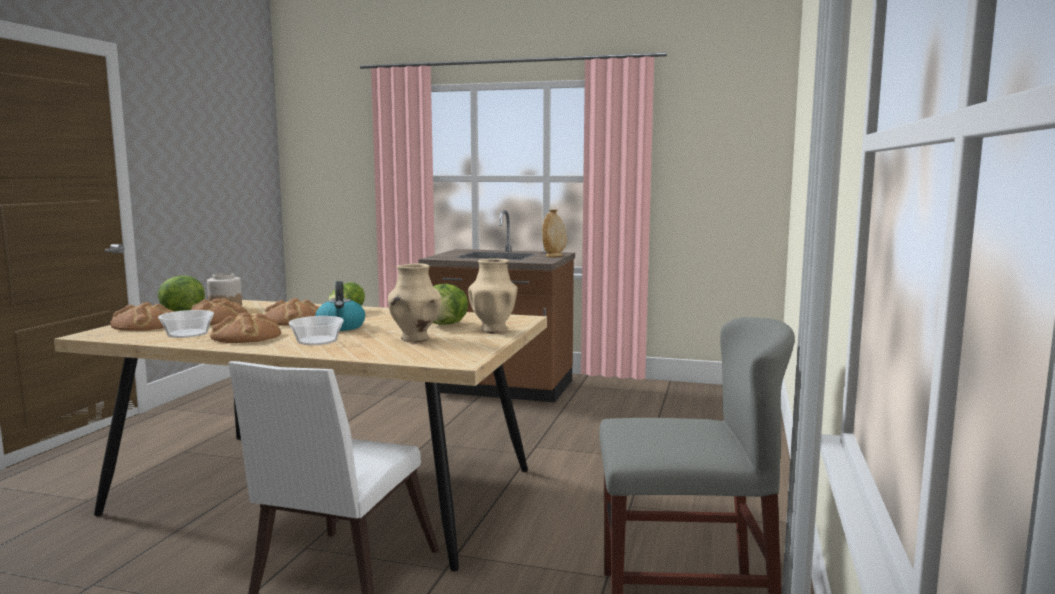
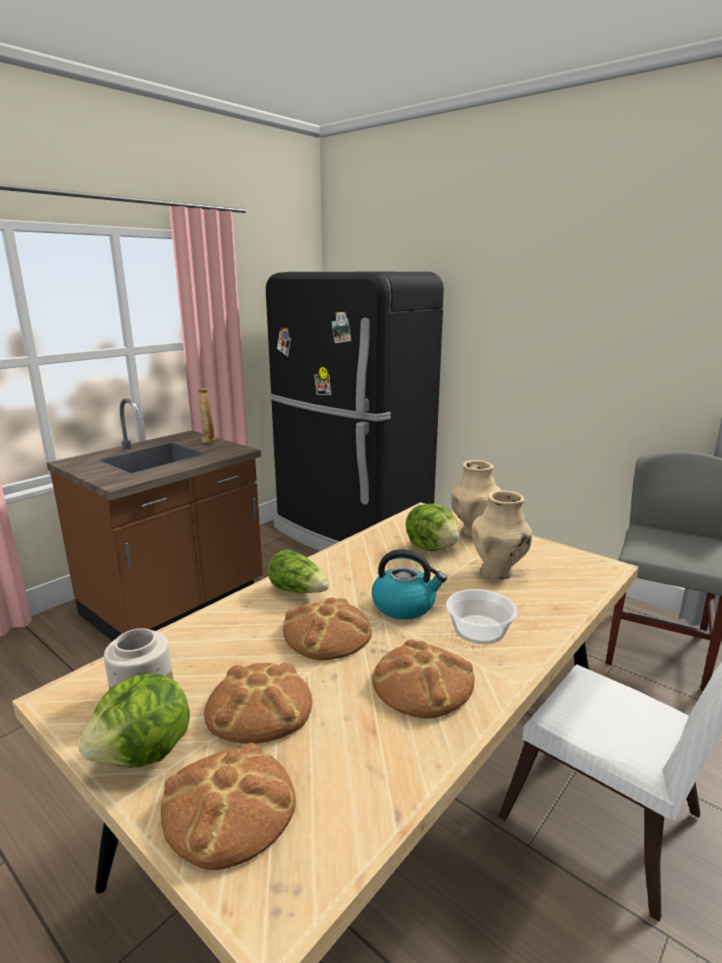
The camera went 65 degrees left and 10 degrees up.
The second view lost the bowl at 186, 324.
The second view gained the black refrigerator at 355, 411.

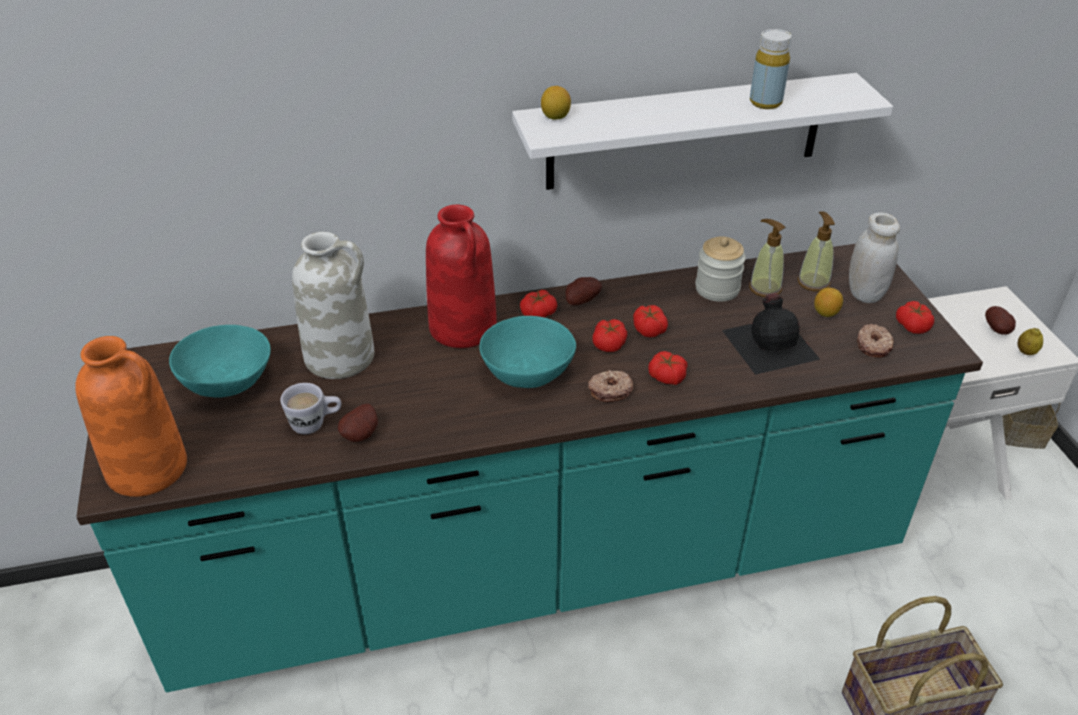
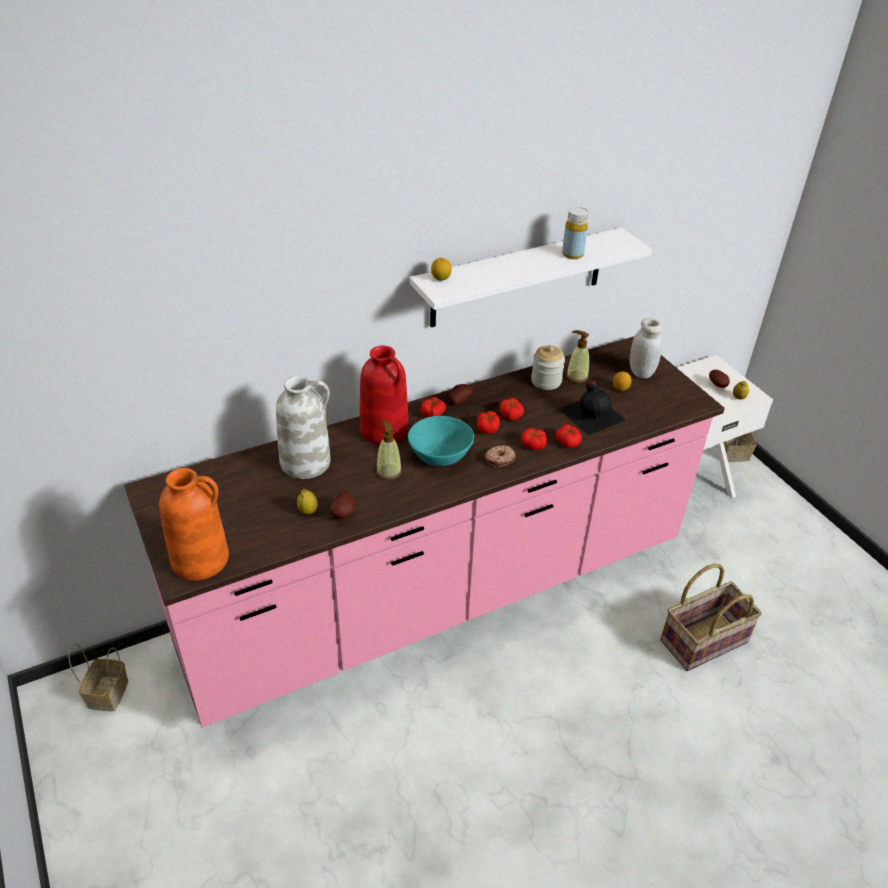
The camera went 15 degrees left and 0 degrees up.
The liquid soap bottle ended up elsewhere, having gone from 816, 251 to 389, 449.
What was the turquoise kitchen counter at 529, 468 turned into the pinkish kitchen counter at 424, 532.
The whole tomato ended up elsewhere, having gone from 915, 317 to 568, 436.
The second view lost the donut at 875, 341.
The second view lost the turquoise bowl at 220, 361.
Where the whitish coffee mug stood at 310, 408, the lemon came to stand at 307, 501.
The second view gained the household basket at 98, 677.

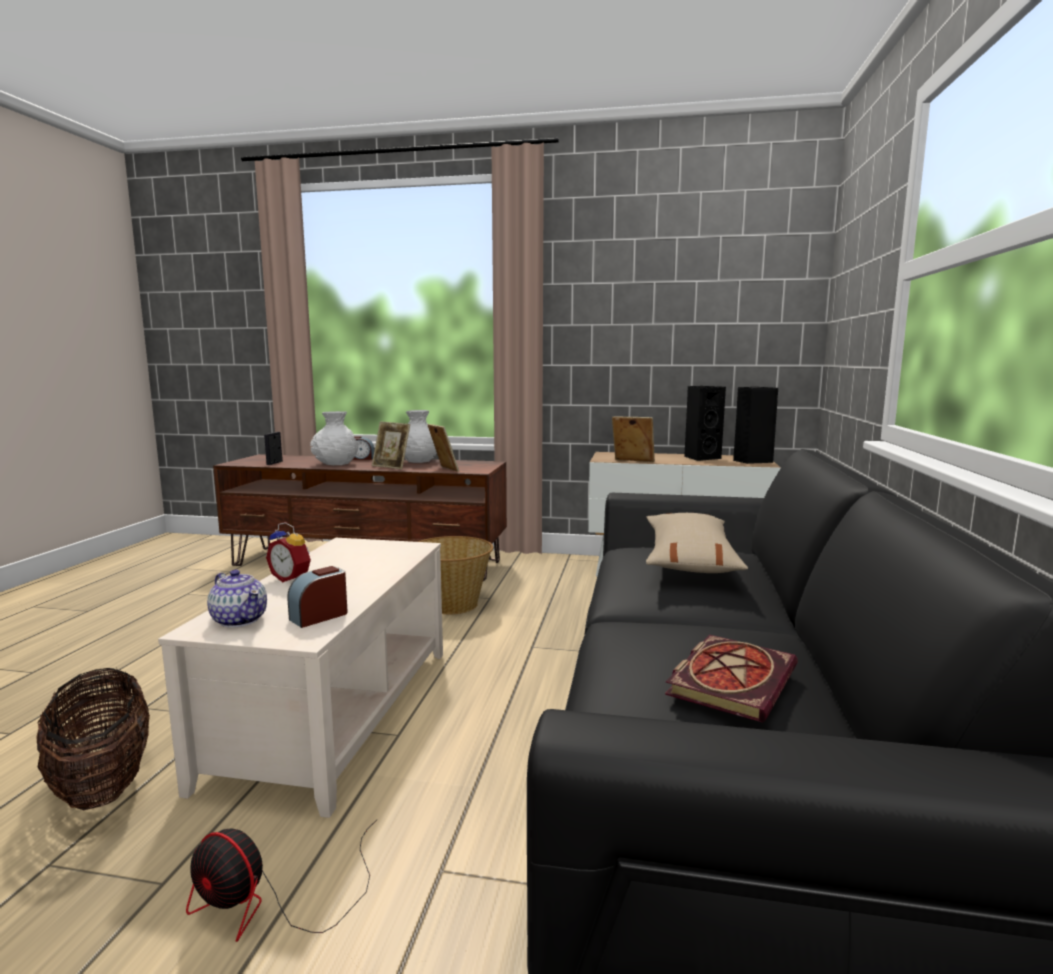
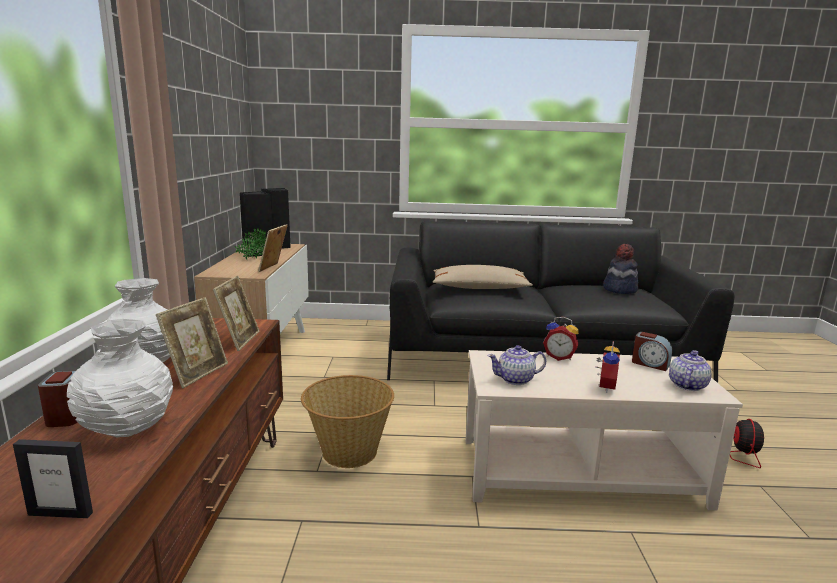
The camera went 100 degrees left and 5 degrees up.
The picture frame at 443, 448 ended up facing another way, 135 degrees clockwise from before.
Where the bound book stood at 731, 678, the clothing hat came to stand at 621, 269.
The second view lost the household basket at 93, 738.
The second view gained the plant in a pot at 250, 243.
The second view gained the table clock at 561, 339.
The second view gained the tea pot at 517, 365.

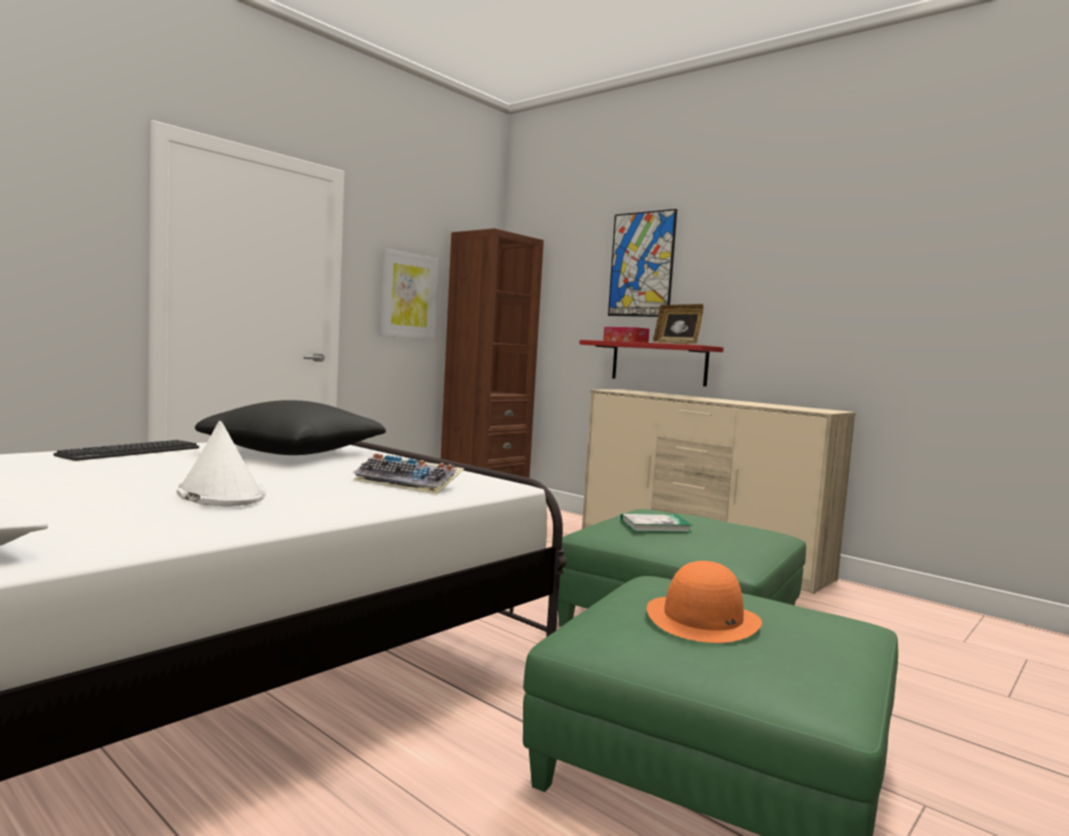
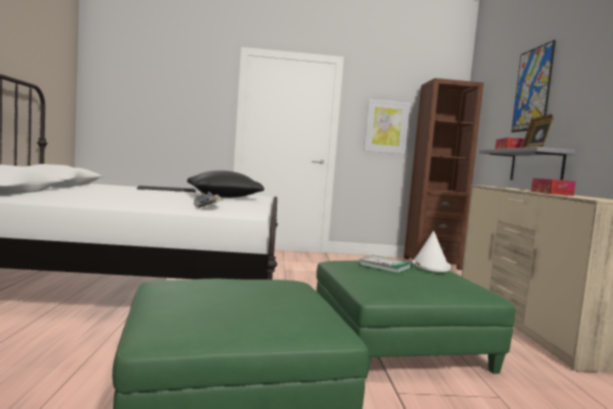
The camera went 45 degrees right and 0 degrees up.
What was the reddish wall shelf at 651, 363 turned into the grey wall shelf at 527, 163.
The whitish clothing hat ended up elsewhere, having gone from 221, 463 to 431, 251.
The second view lost the orange-coloured clothing hat at 704, 602.
The second view gained the box of tissues at 553, 187.

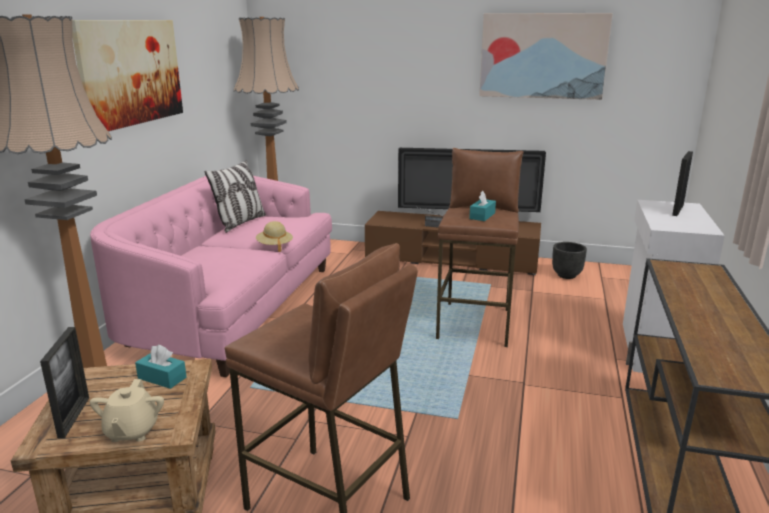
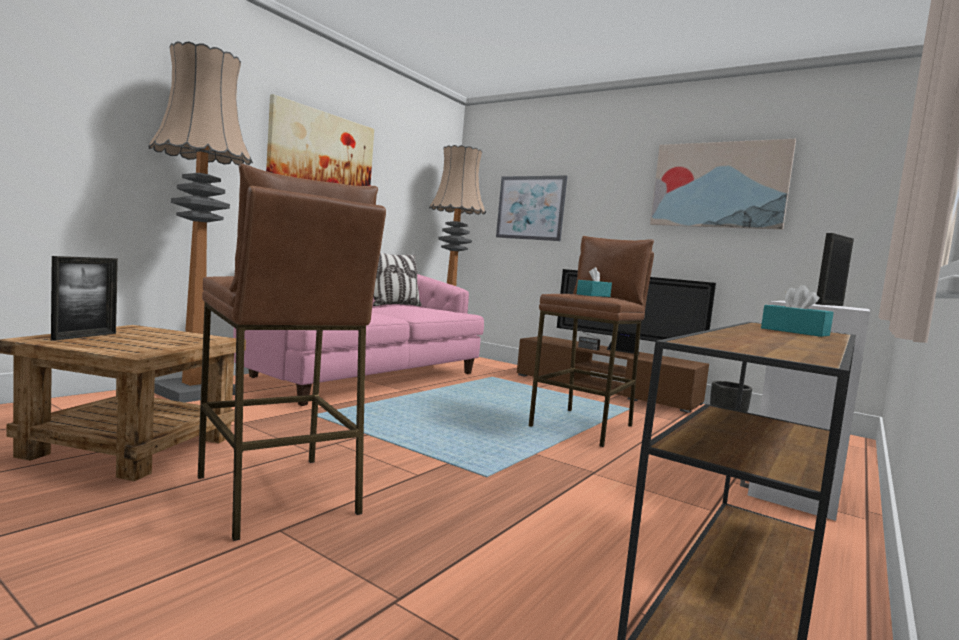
The camera went 20 degrees right and 15 degrees down.
The second view lost the beige-coloured clothing hat at 274, 236.
The turquoise box of tissues ended up elsewhere, having gone from 161, 367 to 797, 311.
The second view lost the beige-coloured tea pot at 127, 410.
The second view gained the wall picture at 531, 208.

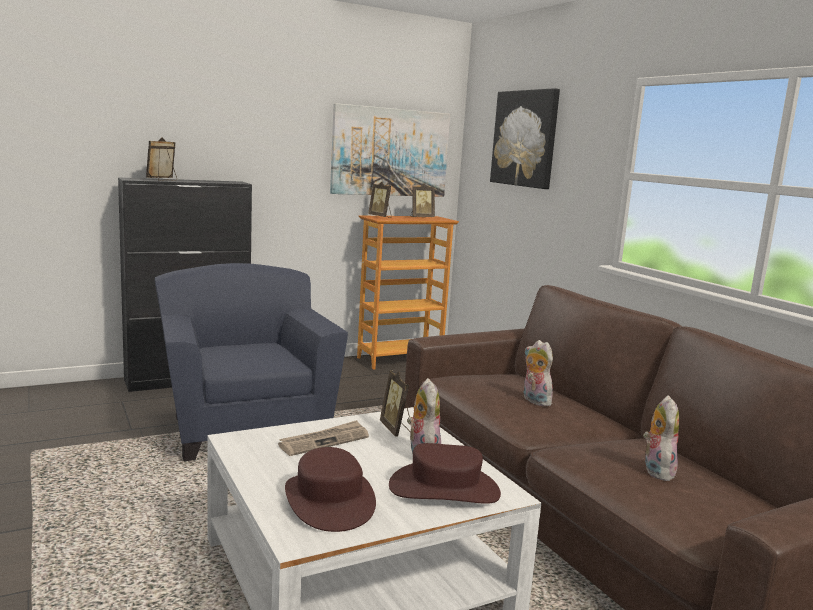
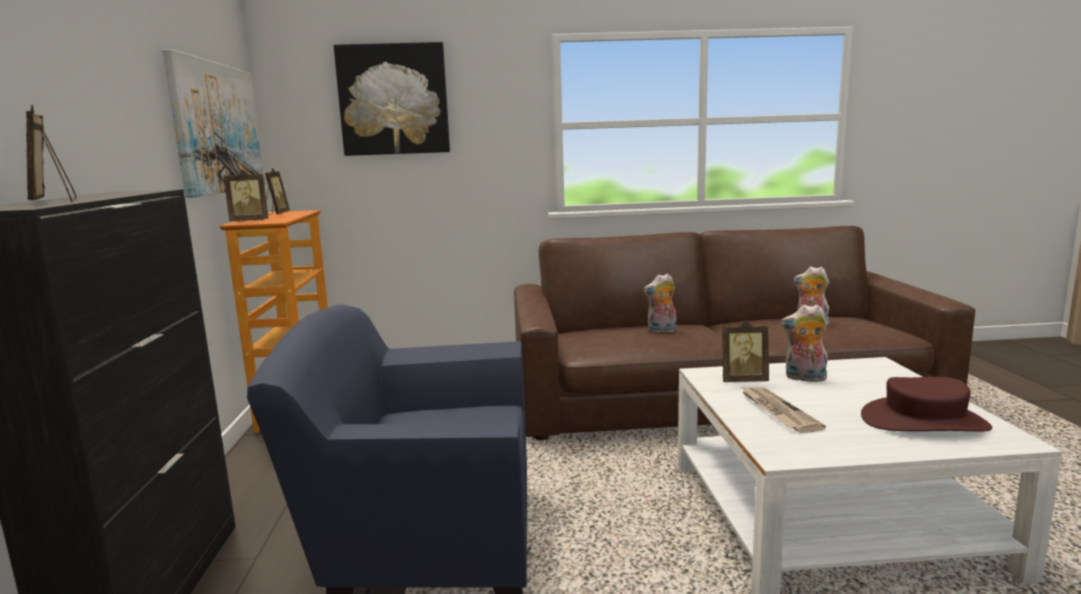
The camera went 65 degrees left and 0 degrees up.
The second view lost the brown-coloured clothing hat at 445, 473.

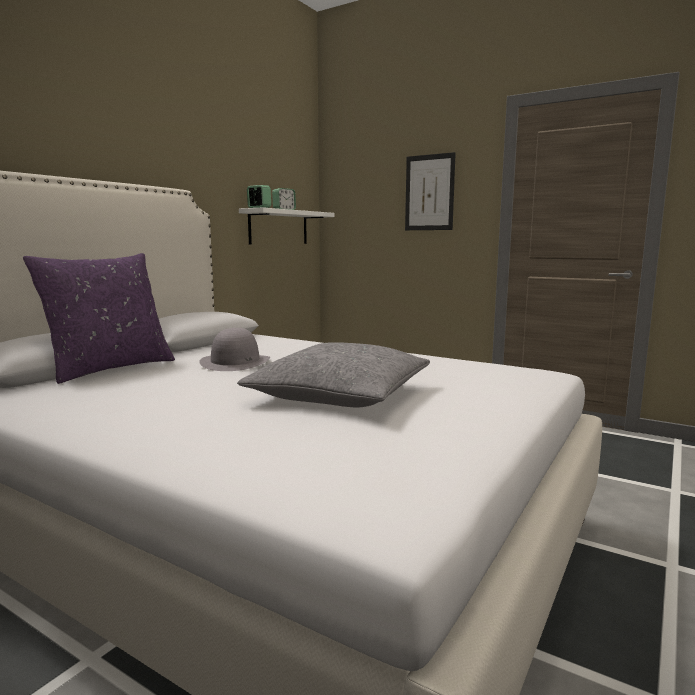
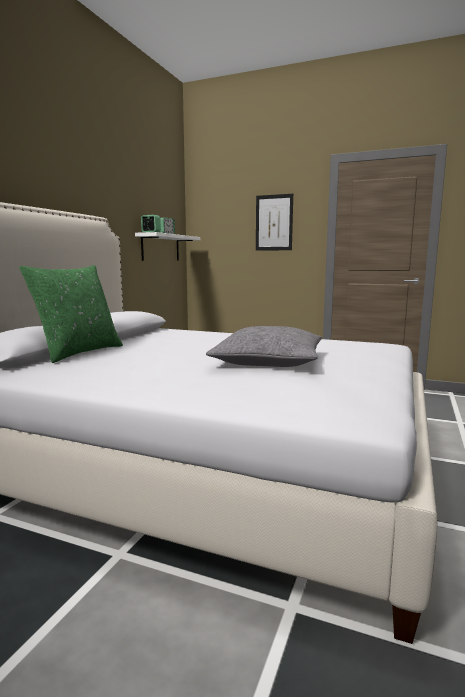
The camera went 10 degrees left and 0 degrees up.
What was the purple-coloured cushion at 99, 318 turned into the green cushion at 71, 314.
The second view lost the grey clothing hat at 234, 349.

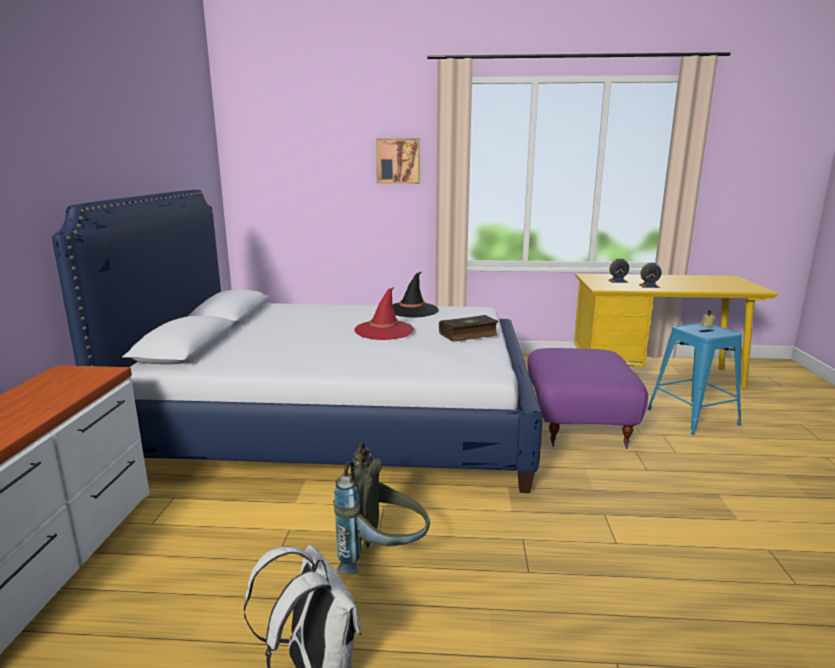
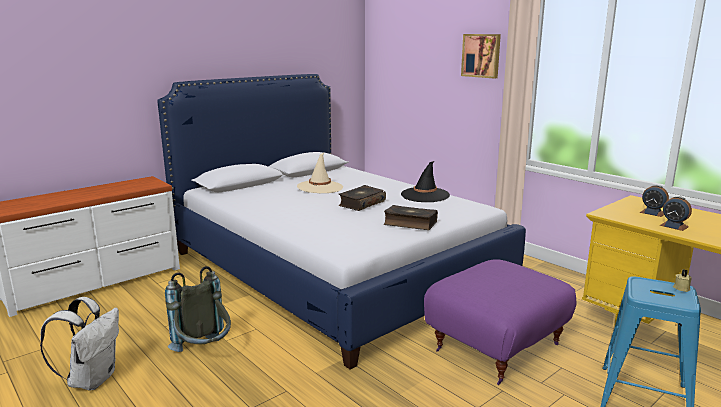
The camera went 45 degrees right and 0 degrees up.
Where the reddish clothing hat stood at 384, 313, the bound book came to stand at 362, 198.
The second view gained the beige-coloured clothing hat at 320, 172.

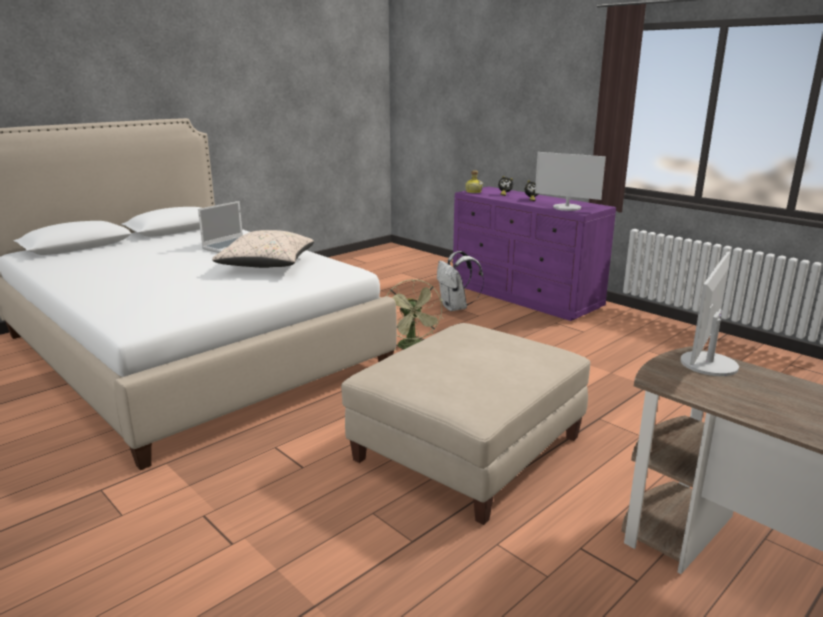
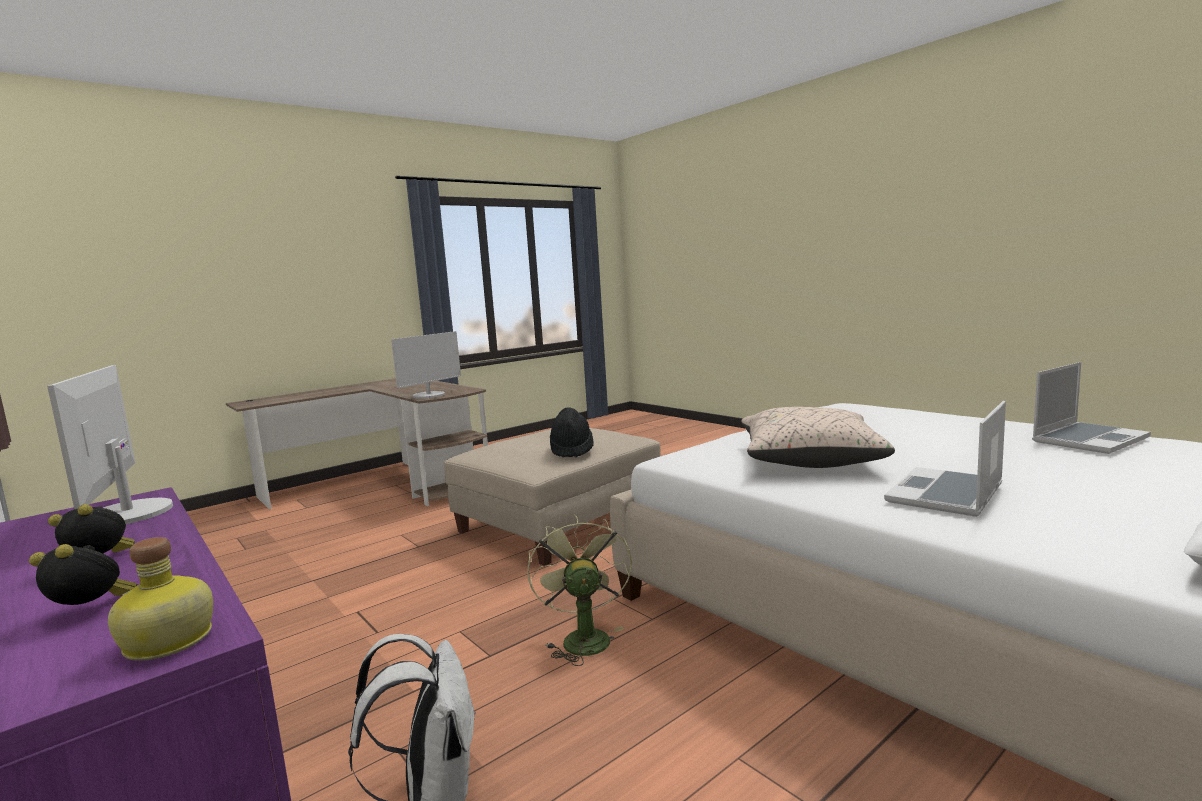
The camera went 175 degrees left and 10 degrees down.
The computer display at 570, 181 ended up facing another way, 150 degrees counterclockwise from before.
The second view gained the portable computer at 1091, 408.
The second view gained the black clothing hat at 572, 432.

